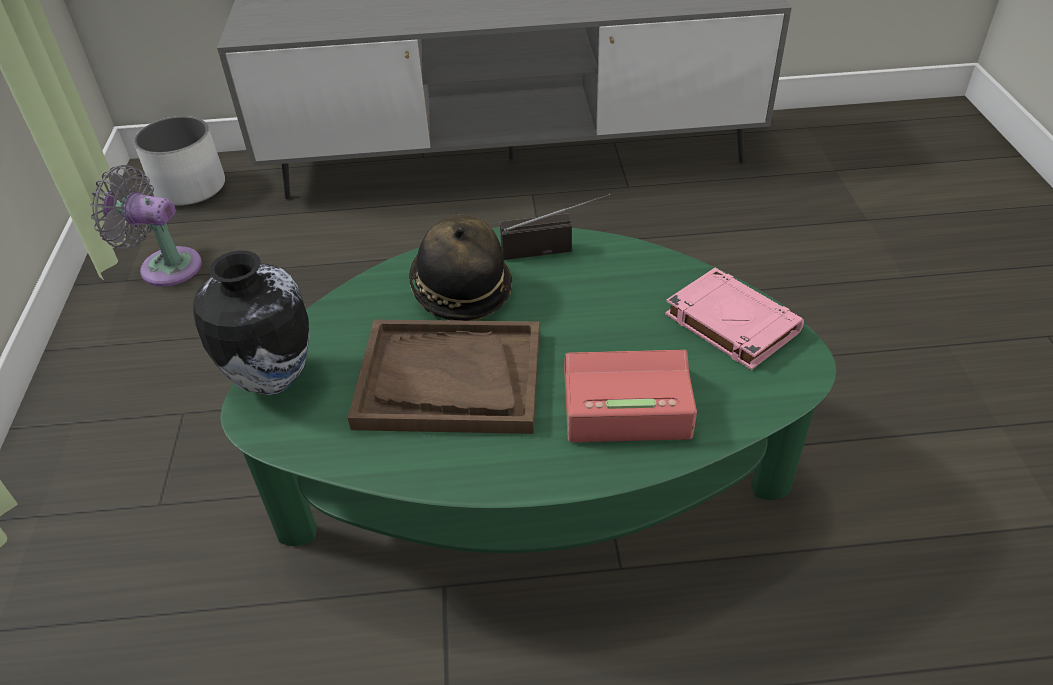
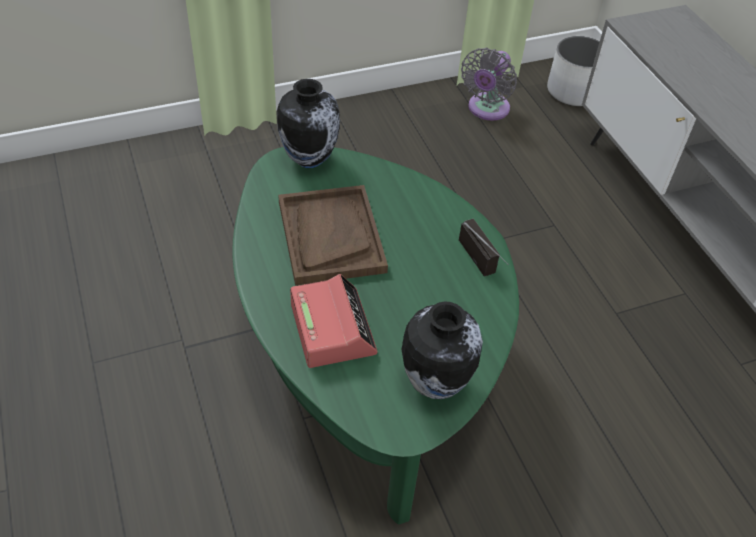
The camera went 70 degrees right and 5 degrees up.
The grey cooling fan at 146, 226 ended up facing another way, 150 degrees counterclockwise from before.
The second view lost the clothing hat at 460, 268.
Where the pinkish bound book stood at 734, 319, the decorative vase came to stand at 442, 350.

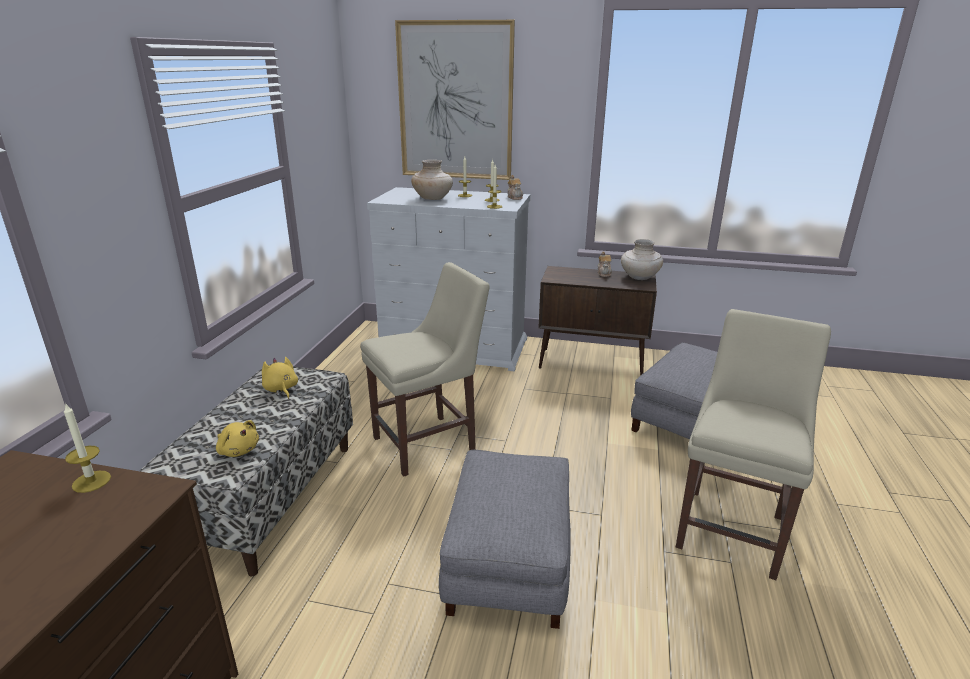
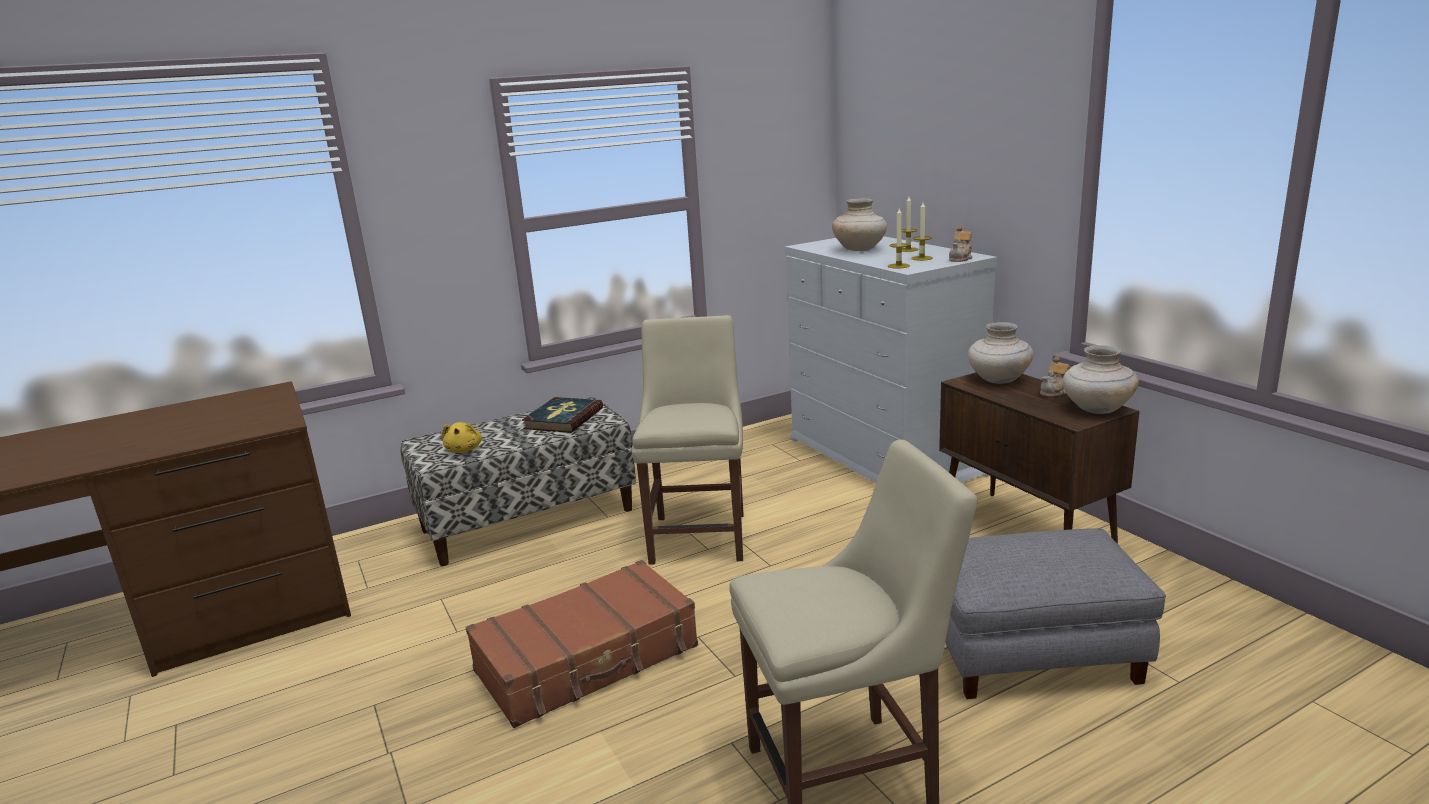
The camera went 50 degrees right and 5 degrees down.
The second view lost the wall picture at 455, 100.
The beige-coloured chair at 425, 369 ended up facing another way, 105 degrees counterclockwise from before.
Where the yellowish cuddly toy stood at 280, 378, the bound book came to stand at 562, 415.
The second view lost the candle at 87, 448.
Where the grey pouffe stood at 505, 539, the brown-coloured travel case came to stand at 582, 644.
The second view gained the beige-coloured decorative vase at 1000, 353.

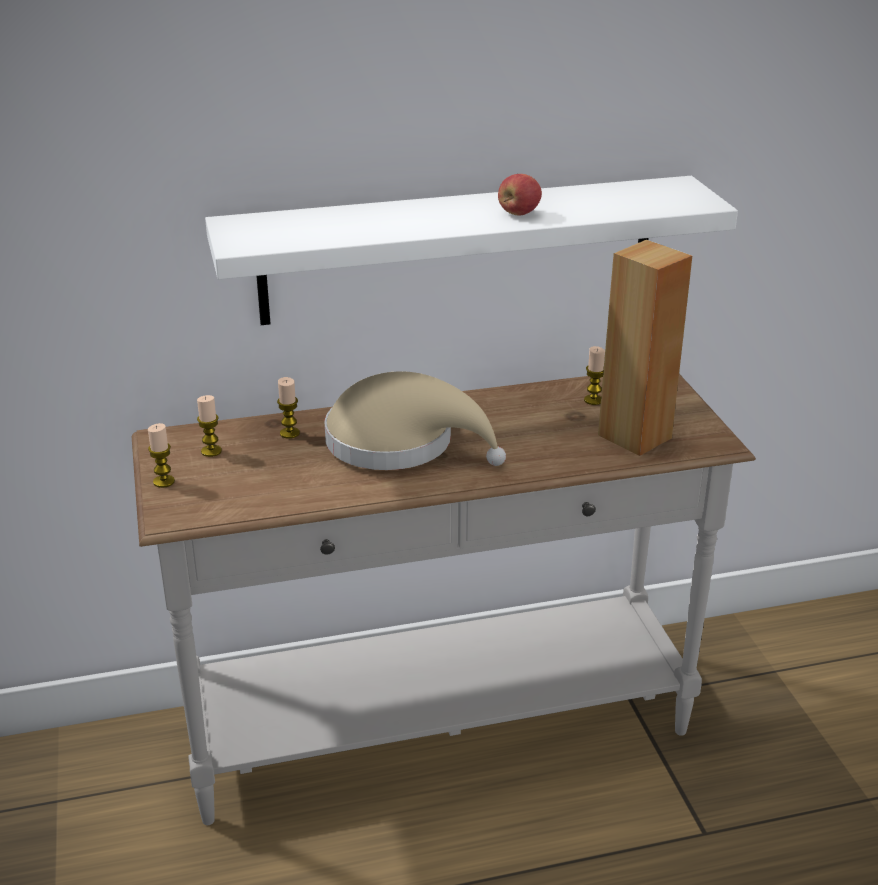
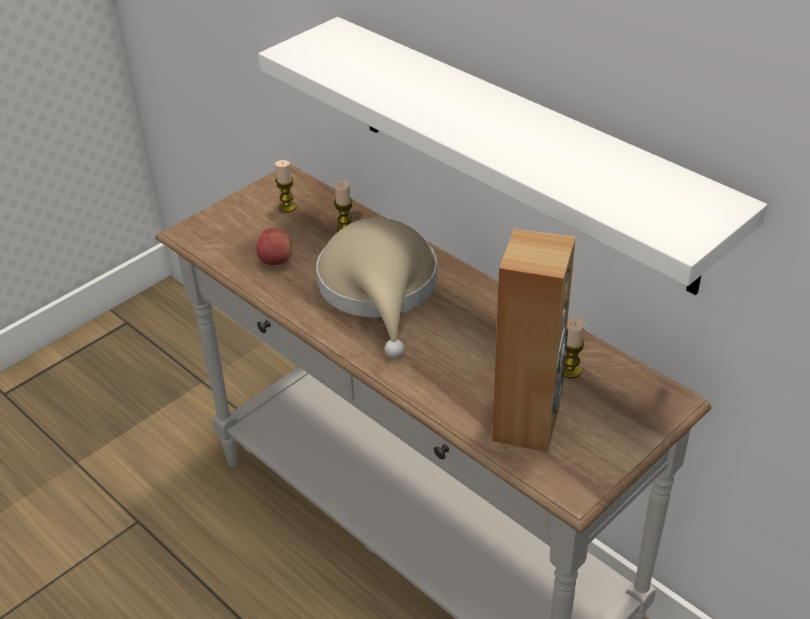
The camera went 60 degrees right and 10 degrees up.
The apple fruit ended up elsewhere, having gone from 520, 194 to 274, 246.
The second view lost the candle at 161, 455.

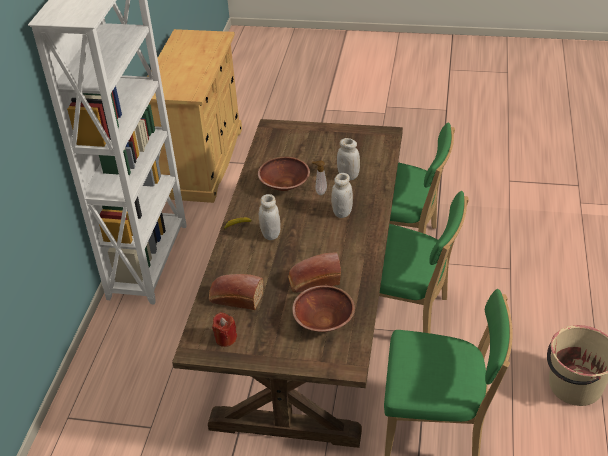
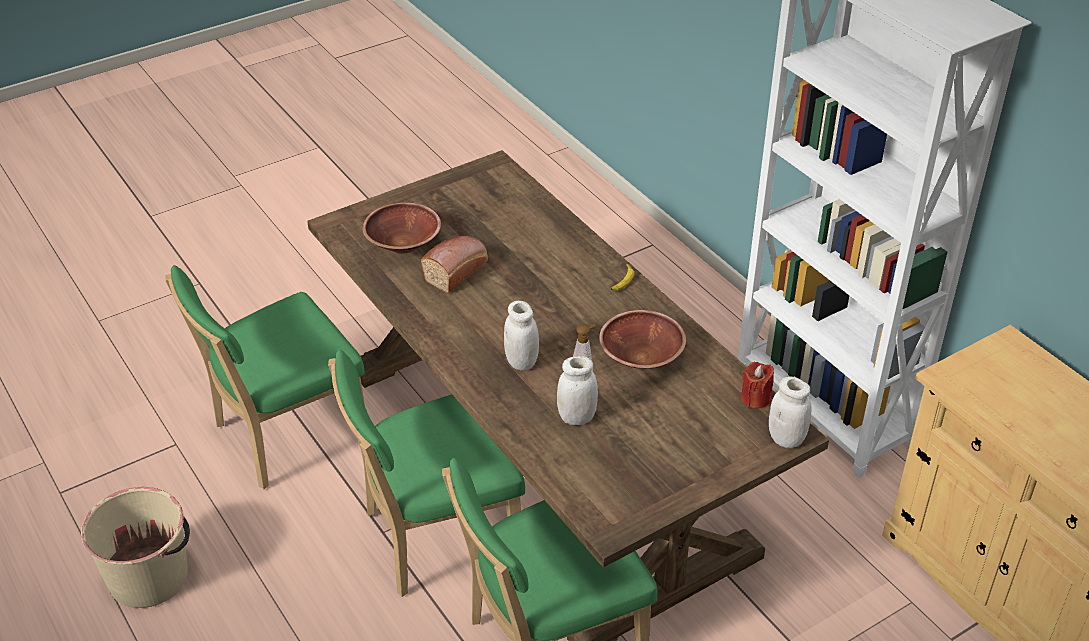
The camera went 135 degrees right and 0 degrees up.
The whitish storage jar ended up elsewhere, having gone from 270, 217 to 790, 412.
The second view lost the bread at 236, 292.
The reddish candle ended up elsewhere, having gone from 224, 329 to 757, 385.

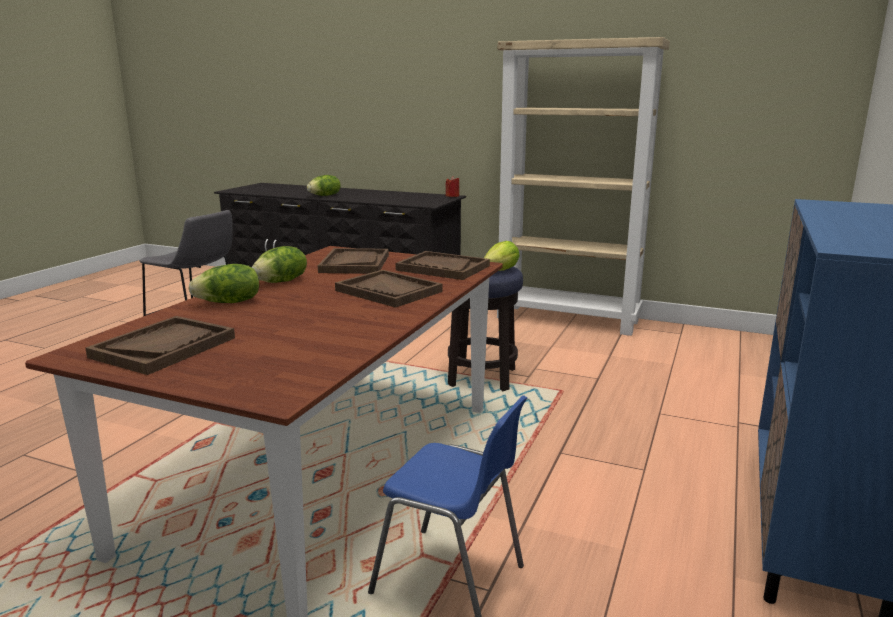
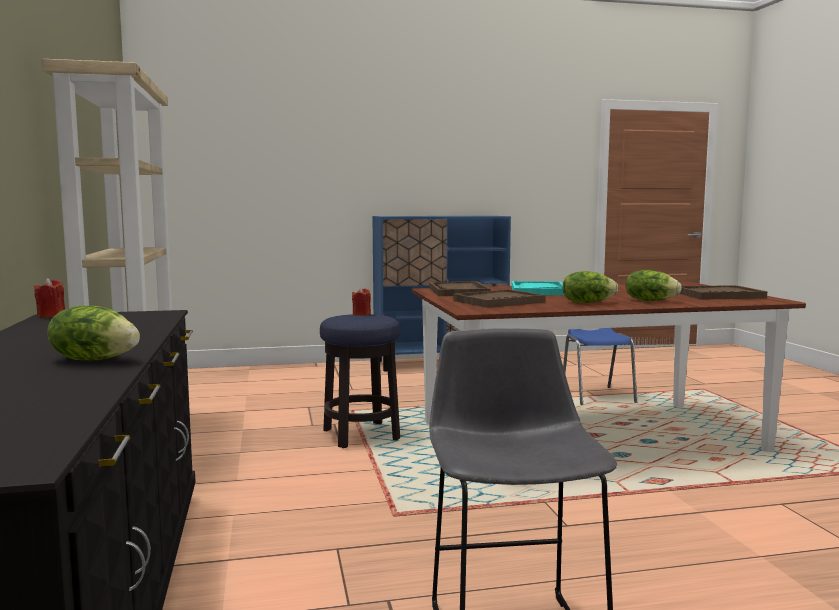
The camera went 125 degrees left and 10 degrees down.
Where the head of lettuce stood at 502, 256, the reddish candle came to stand at 361, 301.
What was the brown-coloured serving tray at 388, 289 turned into the turquoise serving tray at 538, 288.

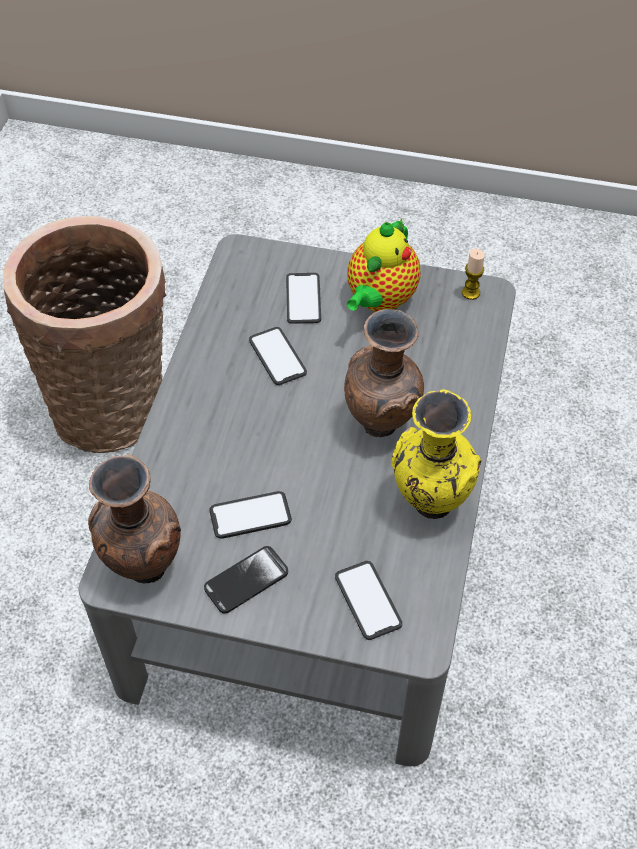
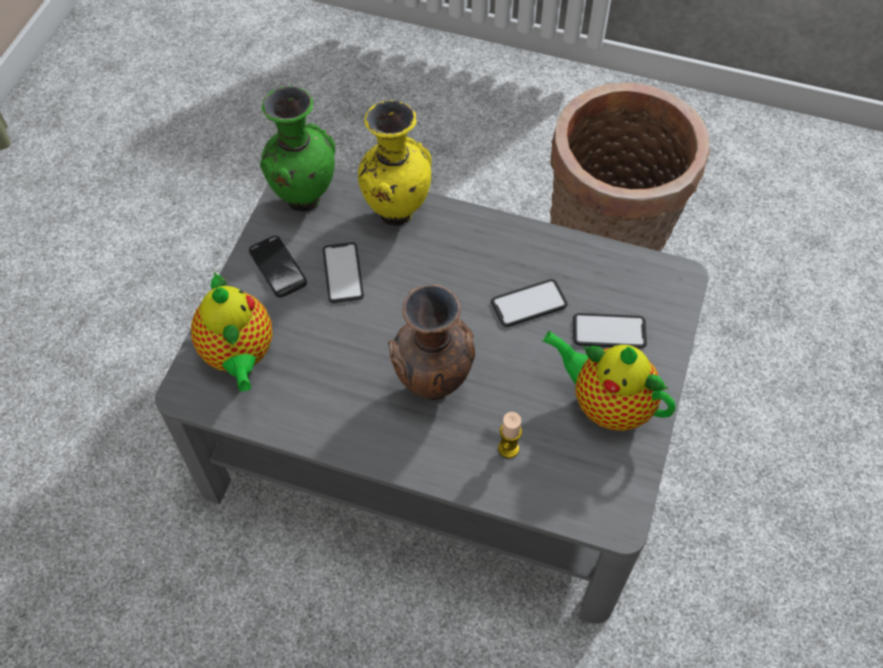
The camera went 95 degrees right and 5 degrees up.
The candle ended up elsewhere, having gone from 473, 274 to 510, 435.
The yellowish decorative vase ended up elsewhere, having gone from 436, 454 to 394, 163.
What was the brown-coloured decorative vase at 134, 518 turned into the green decorative vase at 297, 149.
Where the handset stood at 368, 600, the tea pot came to stand at 232, 331.

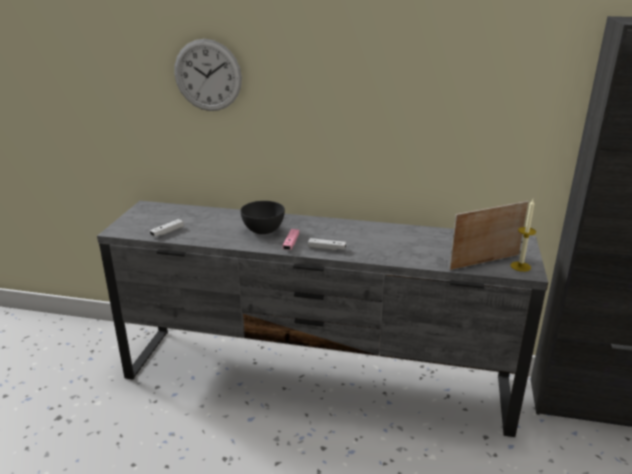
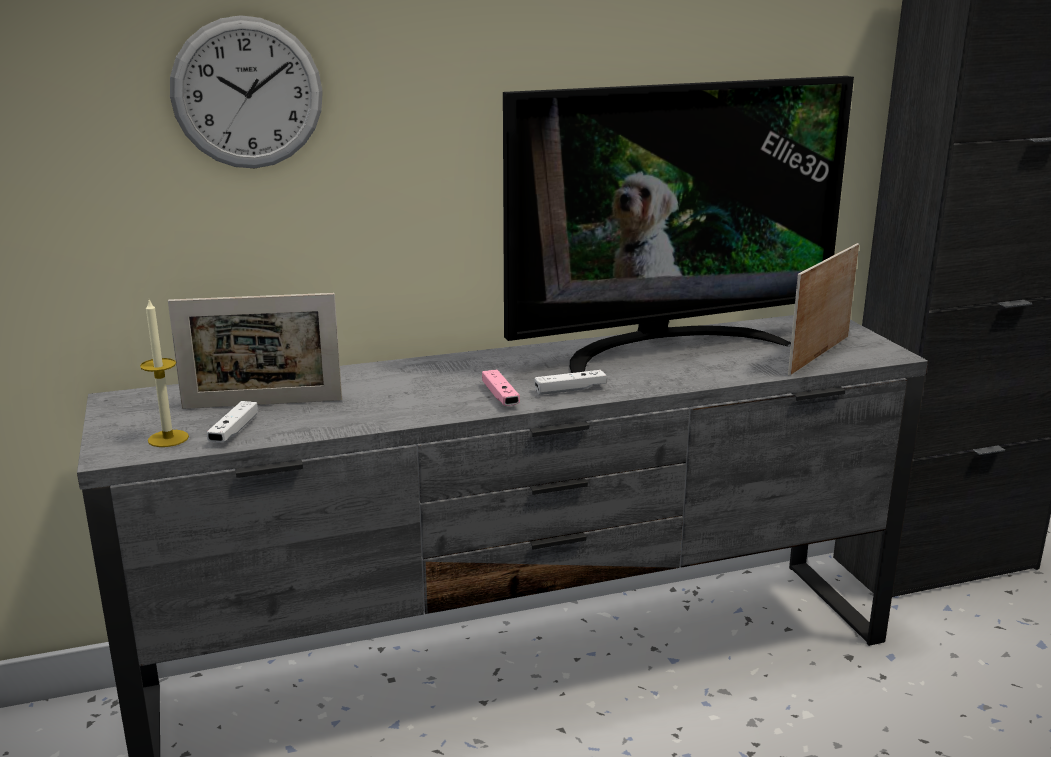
The camera went 30 degrees left and 5 degrees down.
The candle ended up elsewhere, having gone from 523, 236 to 164, 373.
The second view lost the grey bowl at 262, 217.
The second view gained the TV at 678, 224.
The second view gained the picture frame at 255, 351.

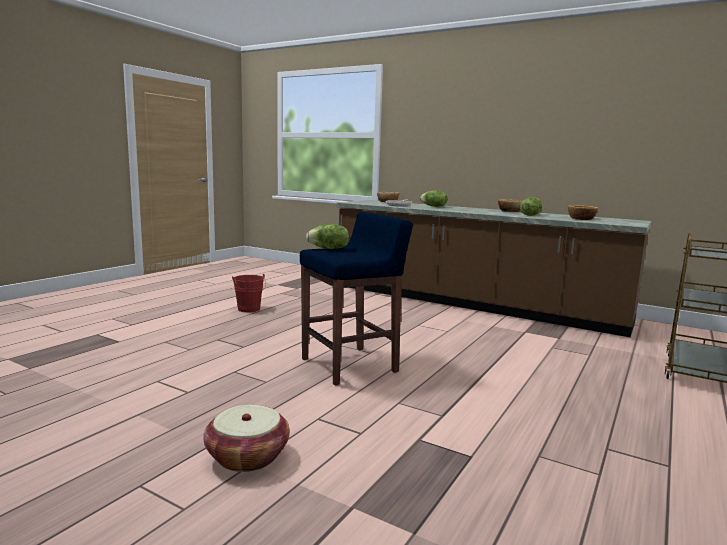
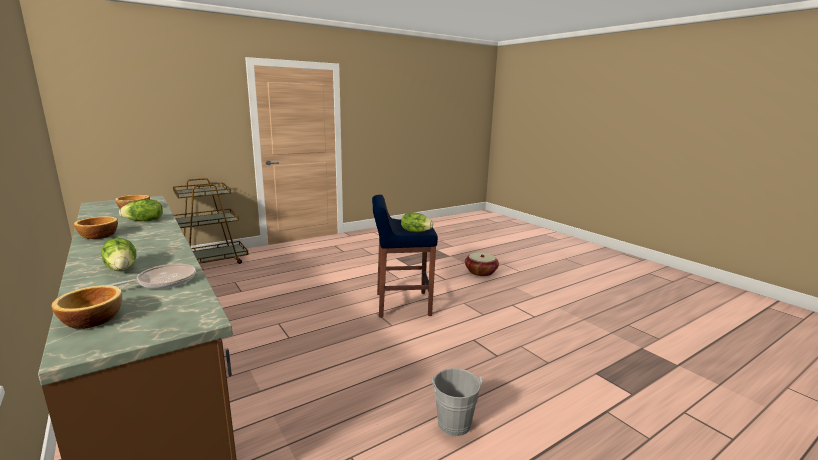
The camera went 155 degrees left and 5 degrees up.
What was the reddish pail at 249, 293 turned into the grey pail at 457, 402.

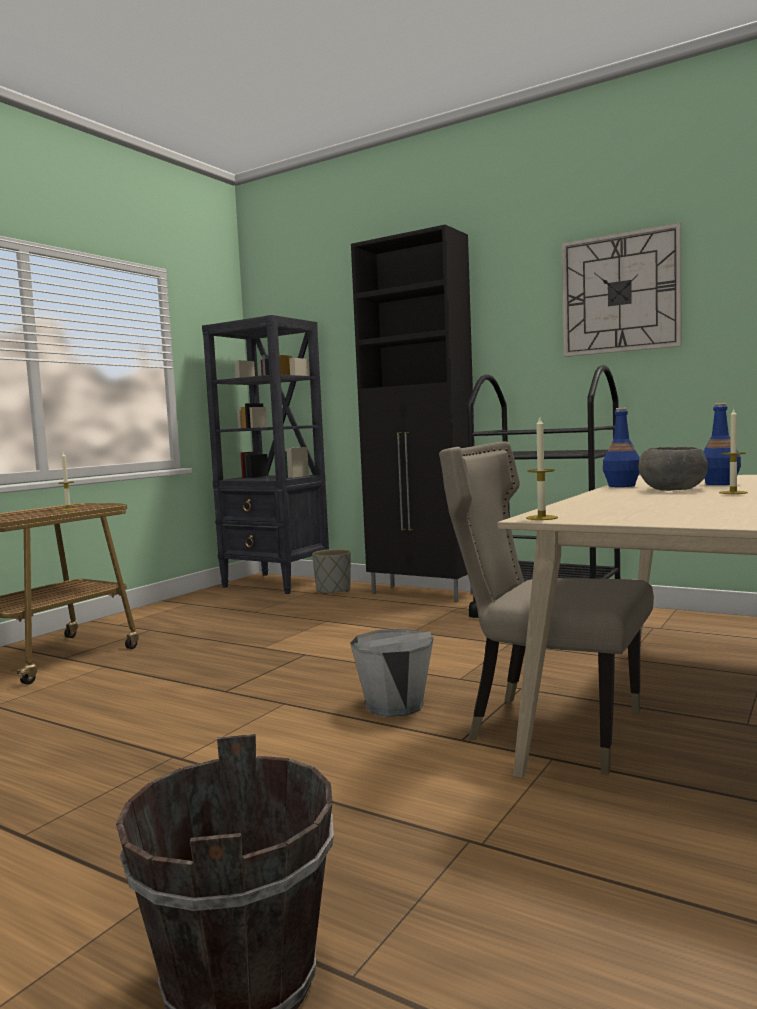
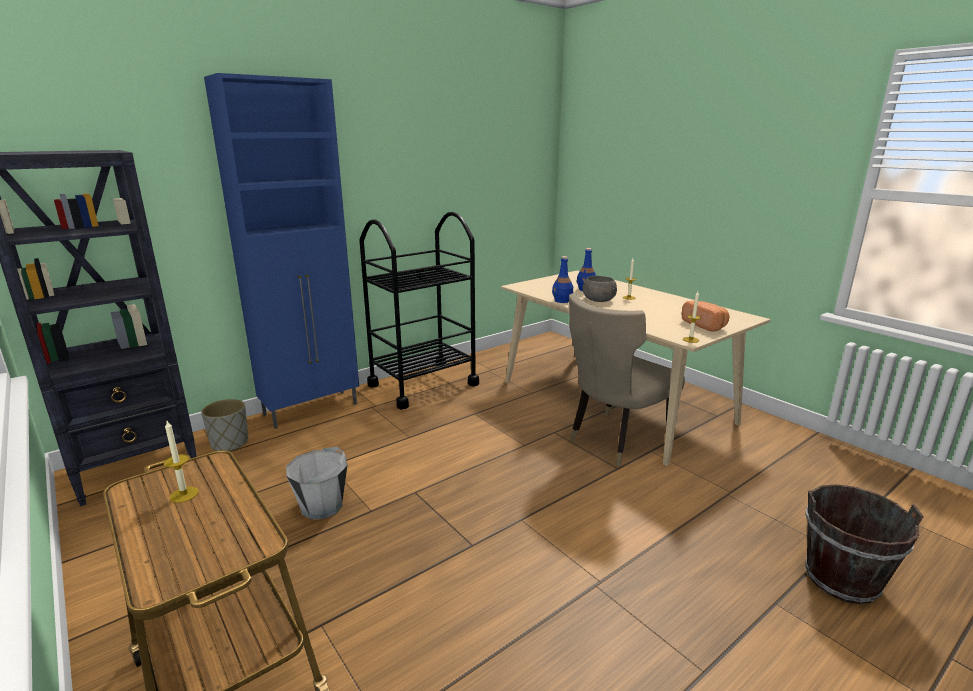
The camera went 70 degrees left and 15 degrees up.
The second view lost the wall clock at 621, 290.
What was the black cupboard at 413, 413 turned into the bluish cupboard at 281, 251.
The grey pail ended up elsewhere, having gone from 392, 673 to 317, 483.
The second view gained the bread at 705, 316.

